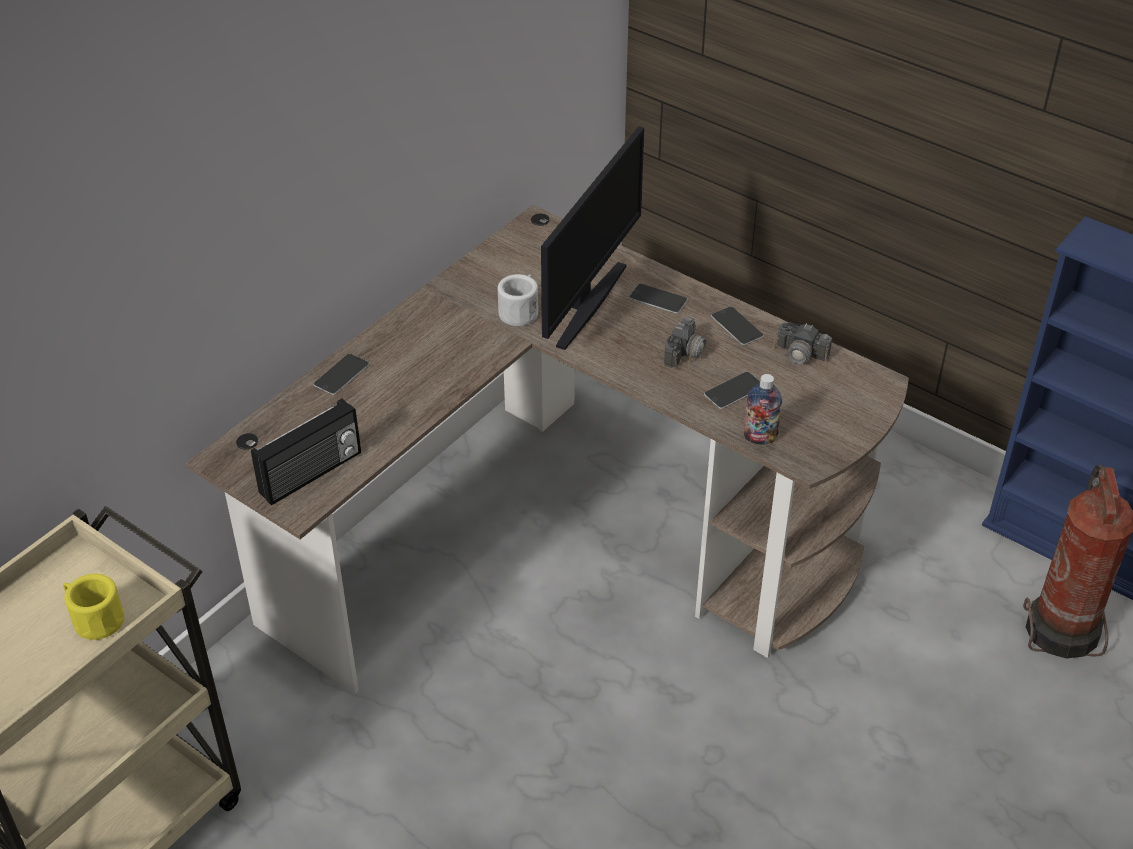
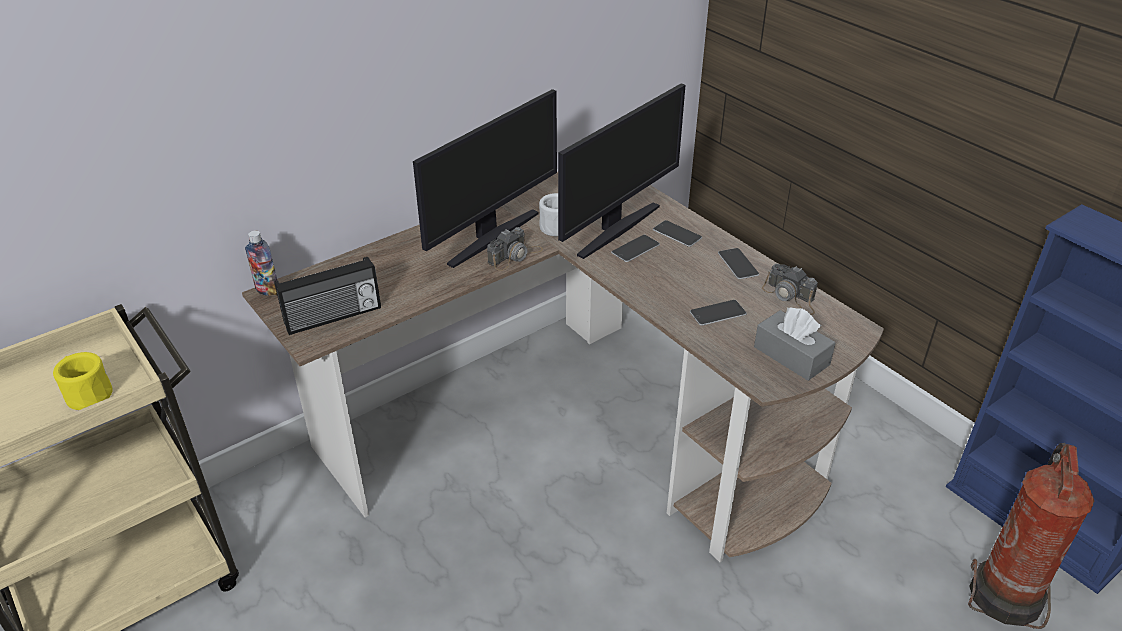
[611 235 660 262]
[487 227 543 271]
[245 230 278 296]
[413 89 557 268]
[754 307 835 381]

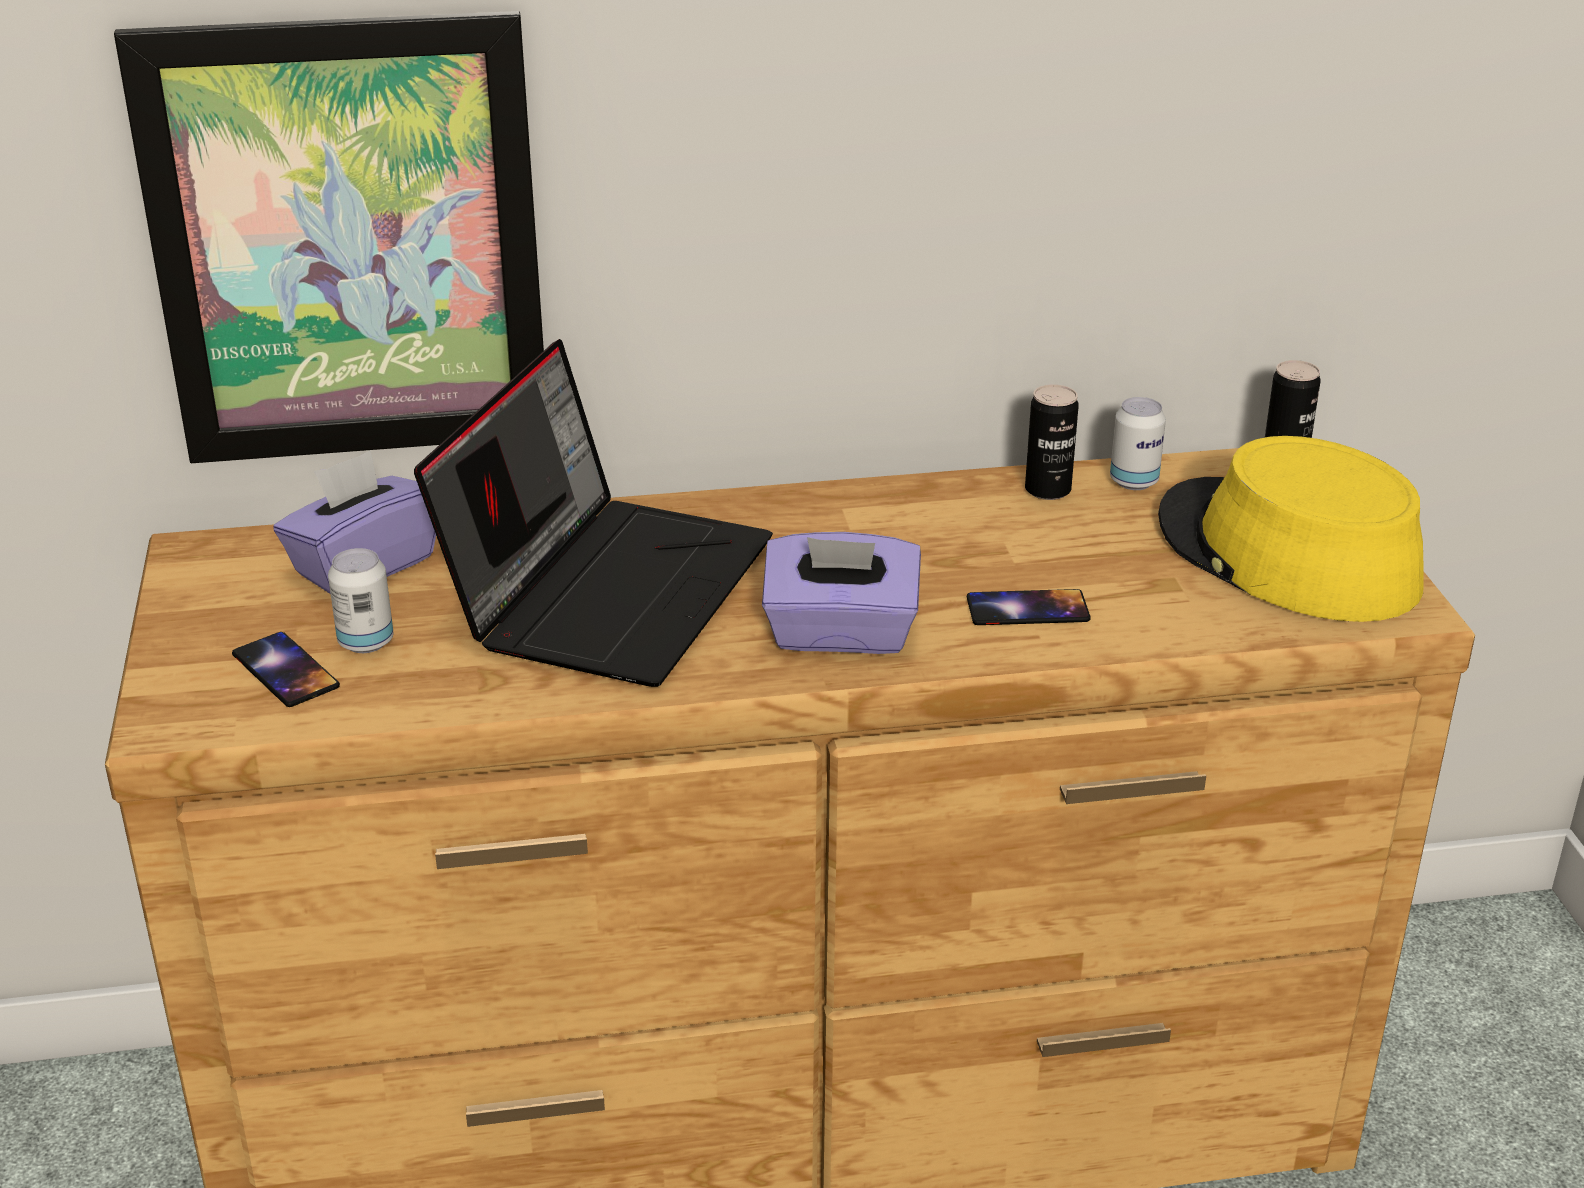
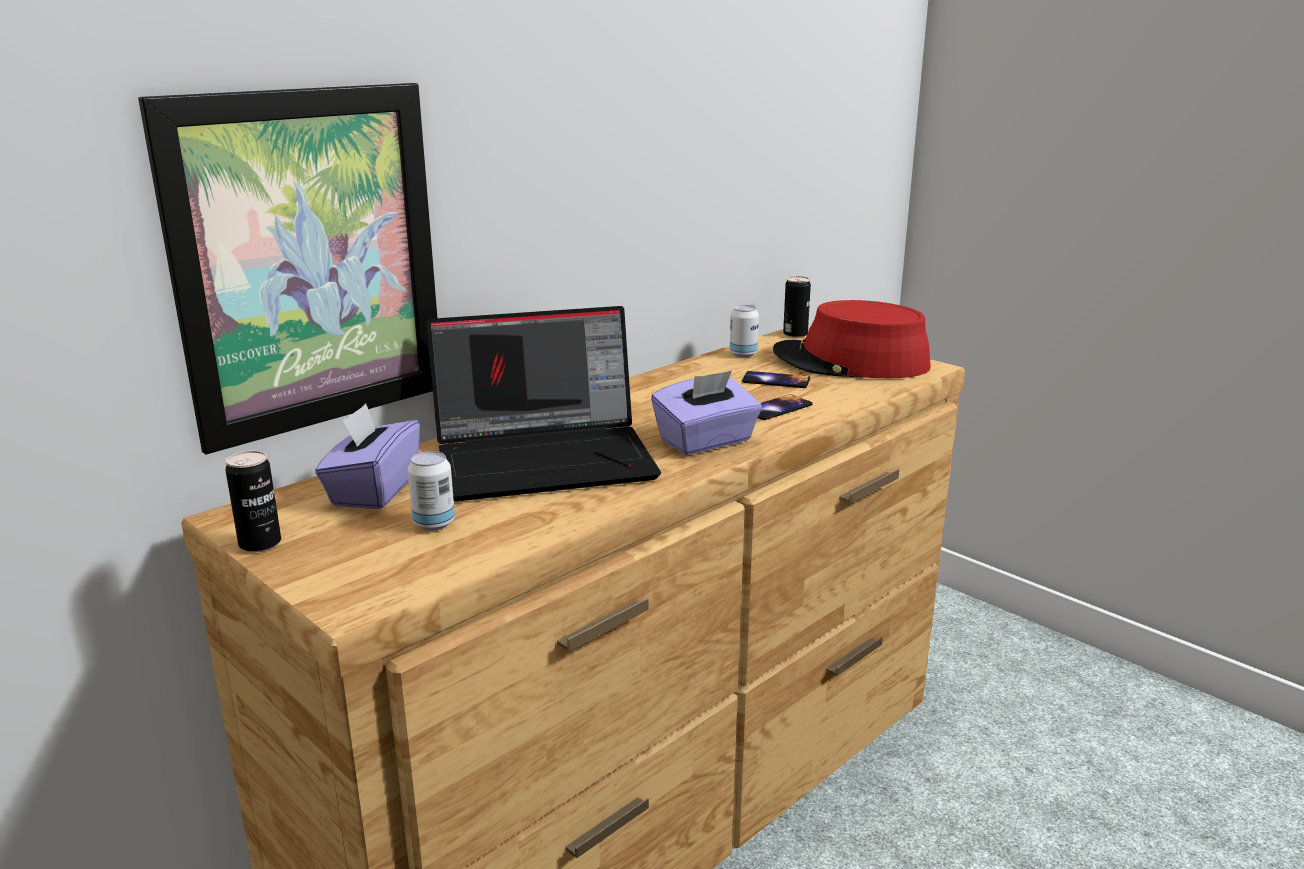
[742 371 810 388]
[426 306 661 501]
[225 451 281 552]
[773 300 931 378]

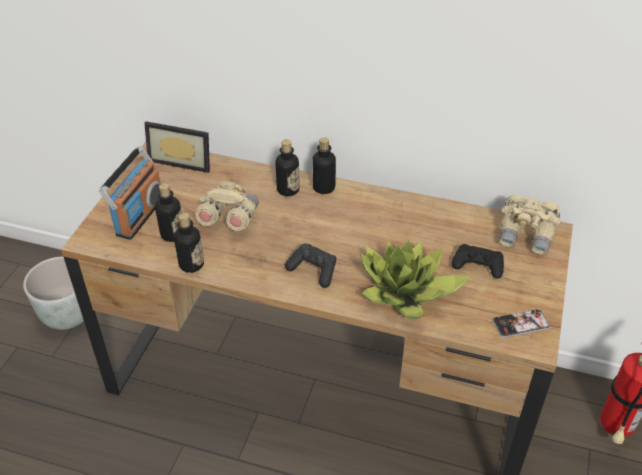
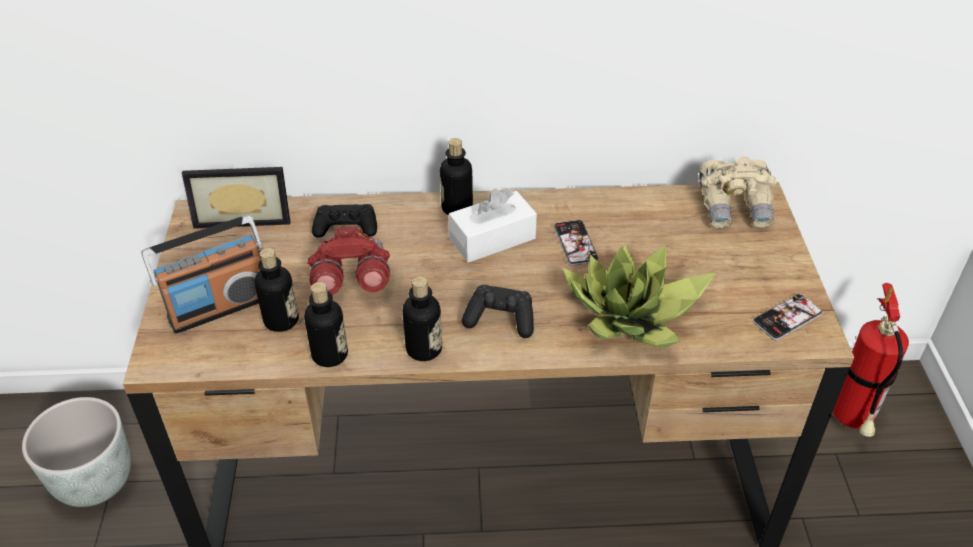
[142 215 263 334]
[308 226 390 295]
[403 276 442 361]
[312 204 377 238]
[449 188 537 263]
[554 220 599 266]

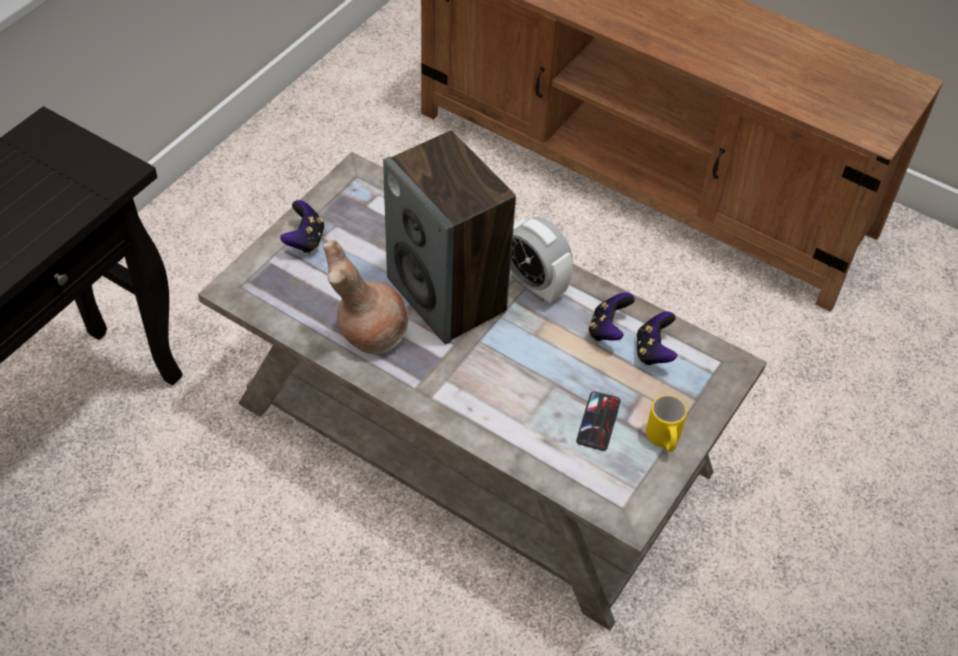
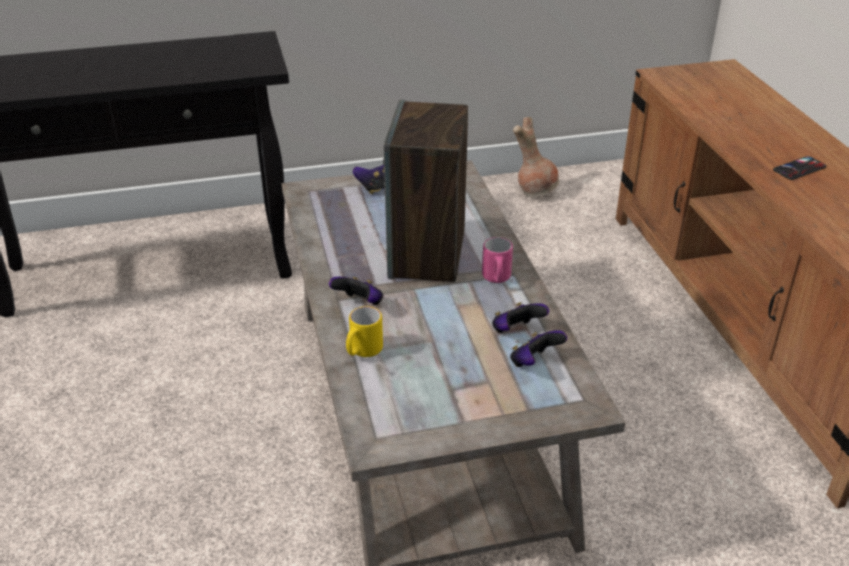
[513 117 559 197]
[482 237 513 283]
[773 156 827 180]
[346 306 383 357]
[329 277 383 305]

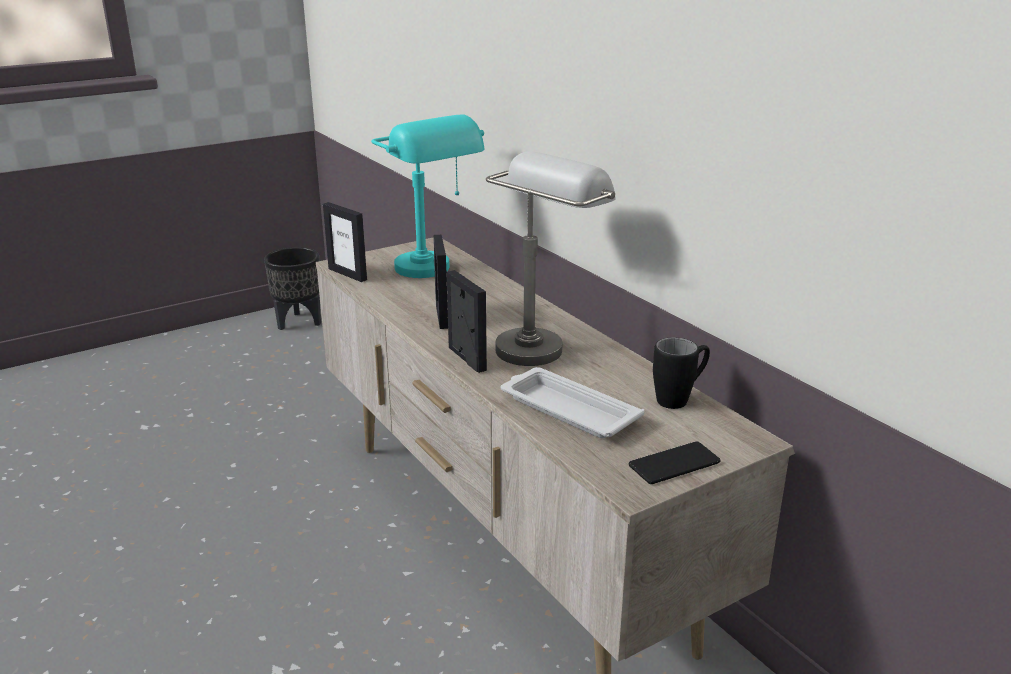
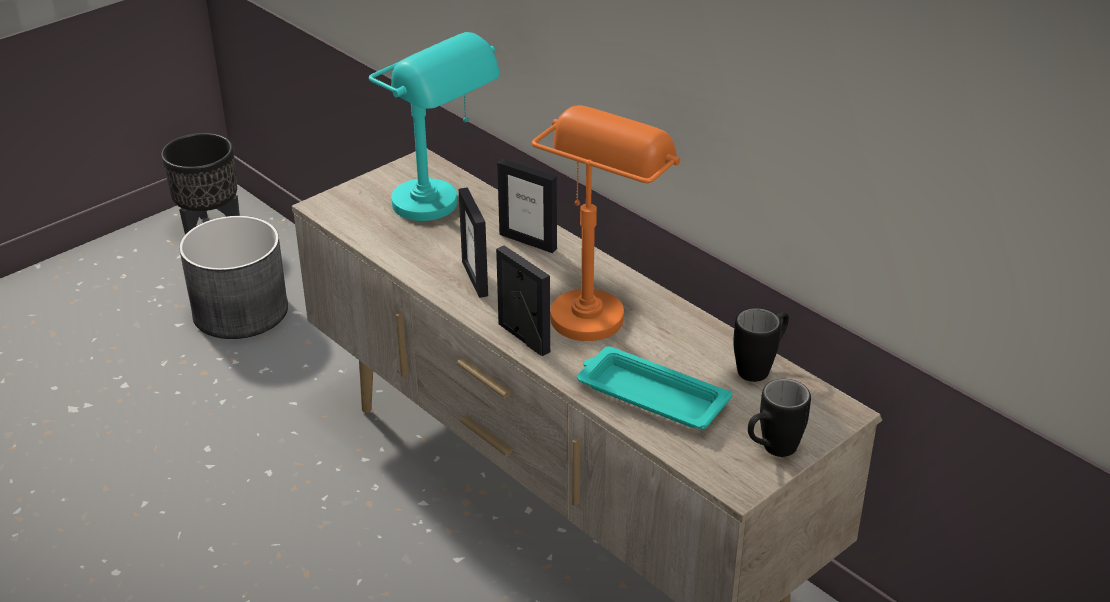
[497 159 557 253]
[532 105 680 341]
[577 347 732 429]
[748 379 811 457]
[179 216 288 339]

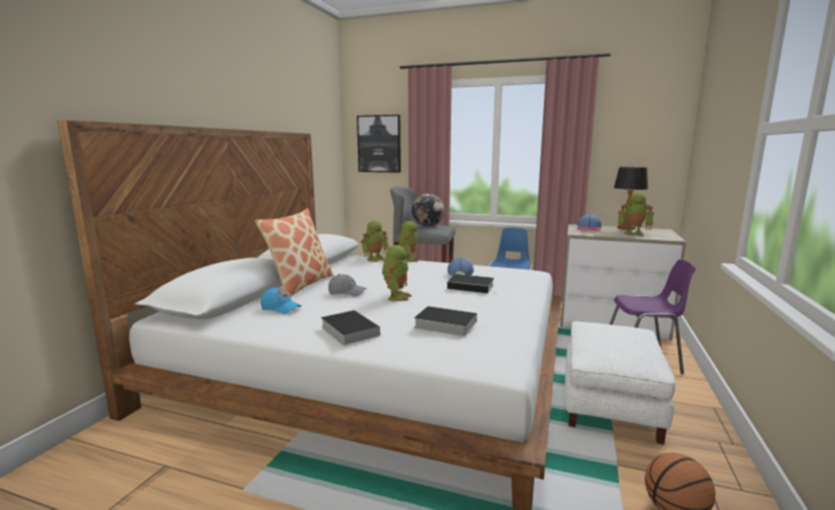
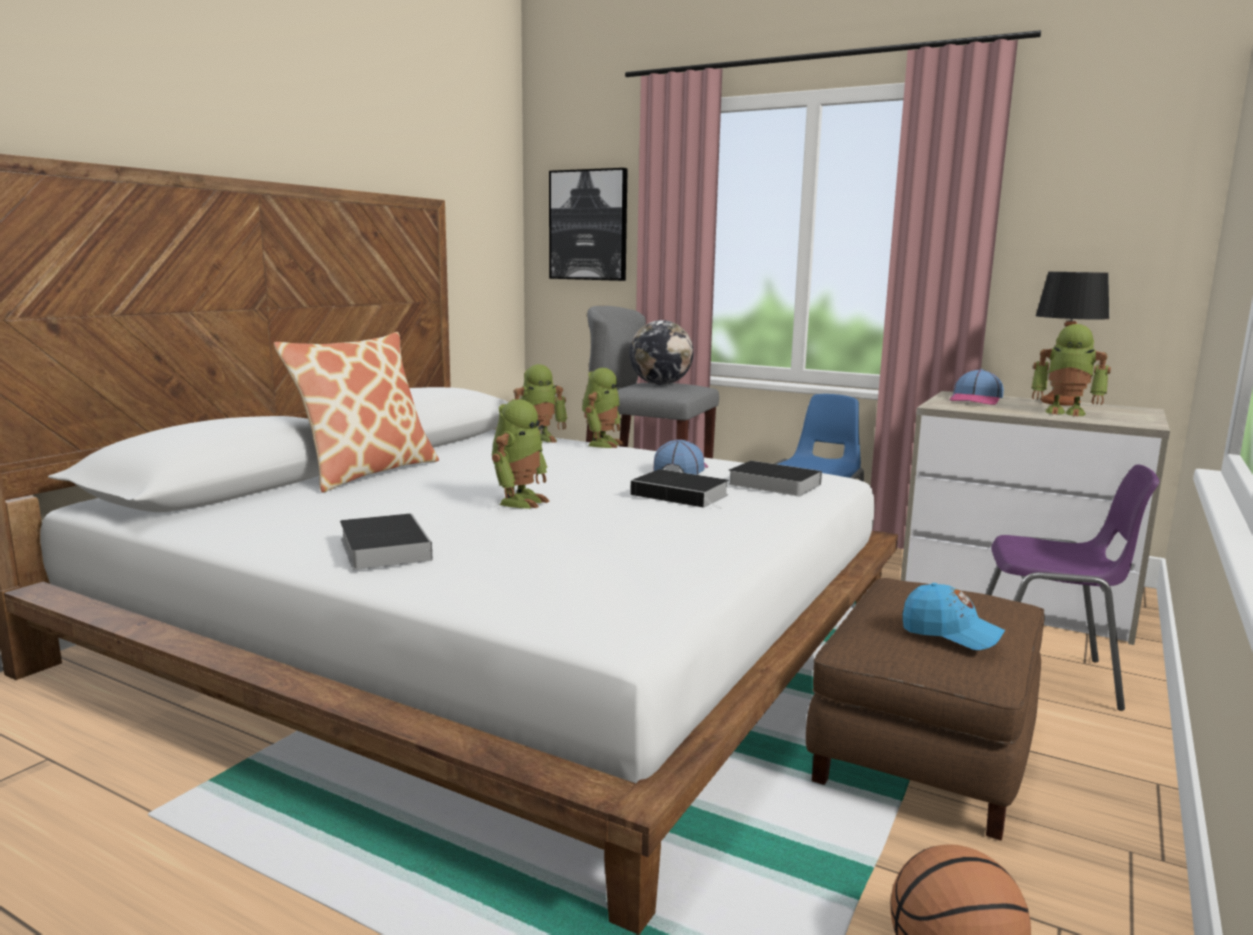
[903 583 1005 650]
[328 274 366 297] (first image)
[728 461 822 496]
[806 578 1045 840]

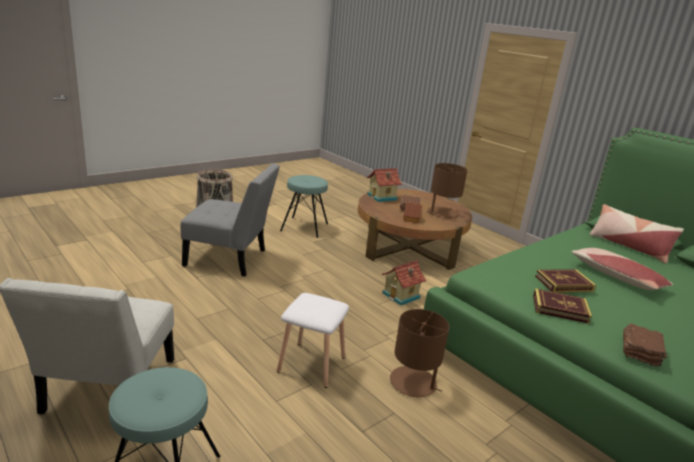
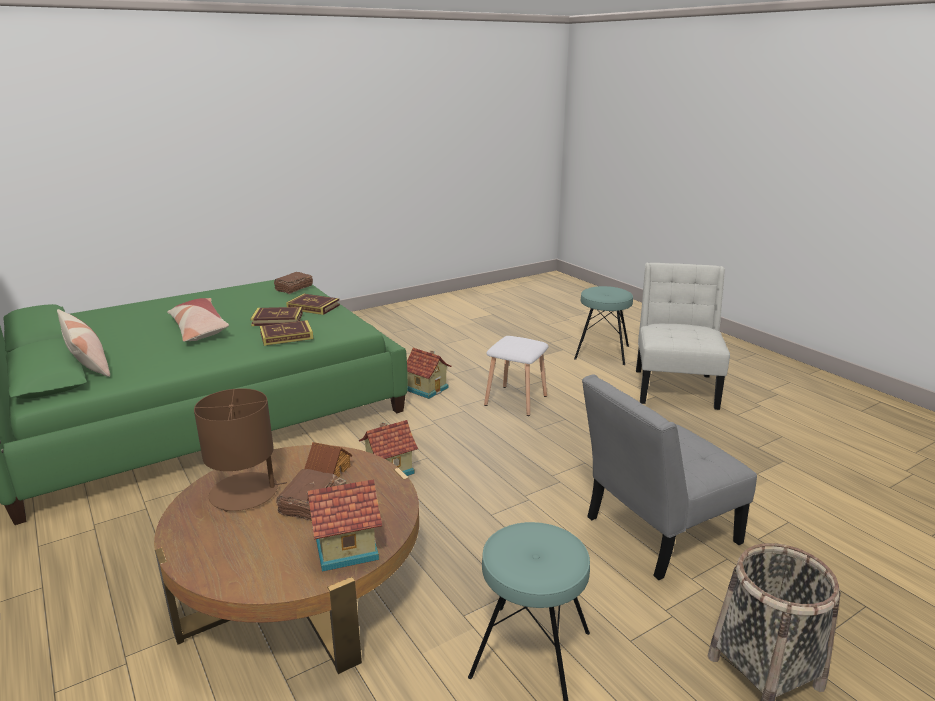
[582 374 757 580]
[407 348 452 399]
[260 320 313 346]

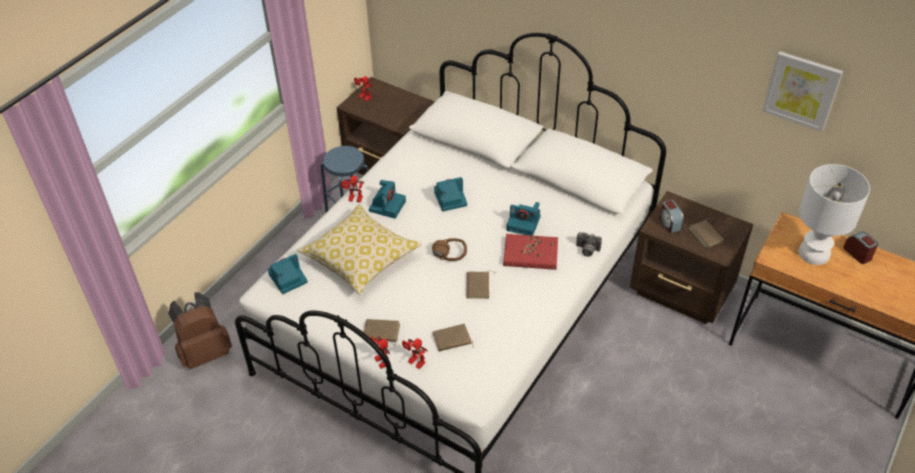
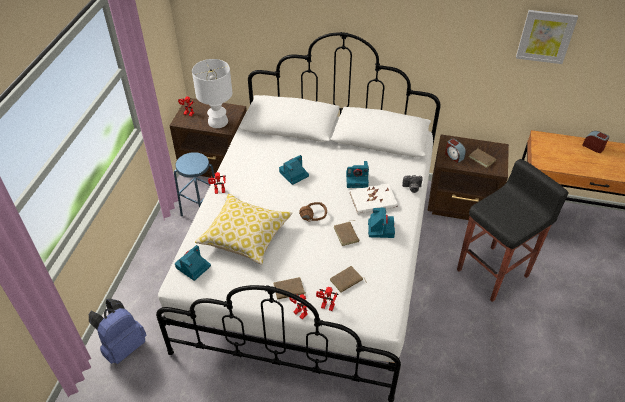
[89 299 146 364]
[368 208 395 238]
[350 184 398 215]
[192 59 232 128]
[457 159 569 302]

